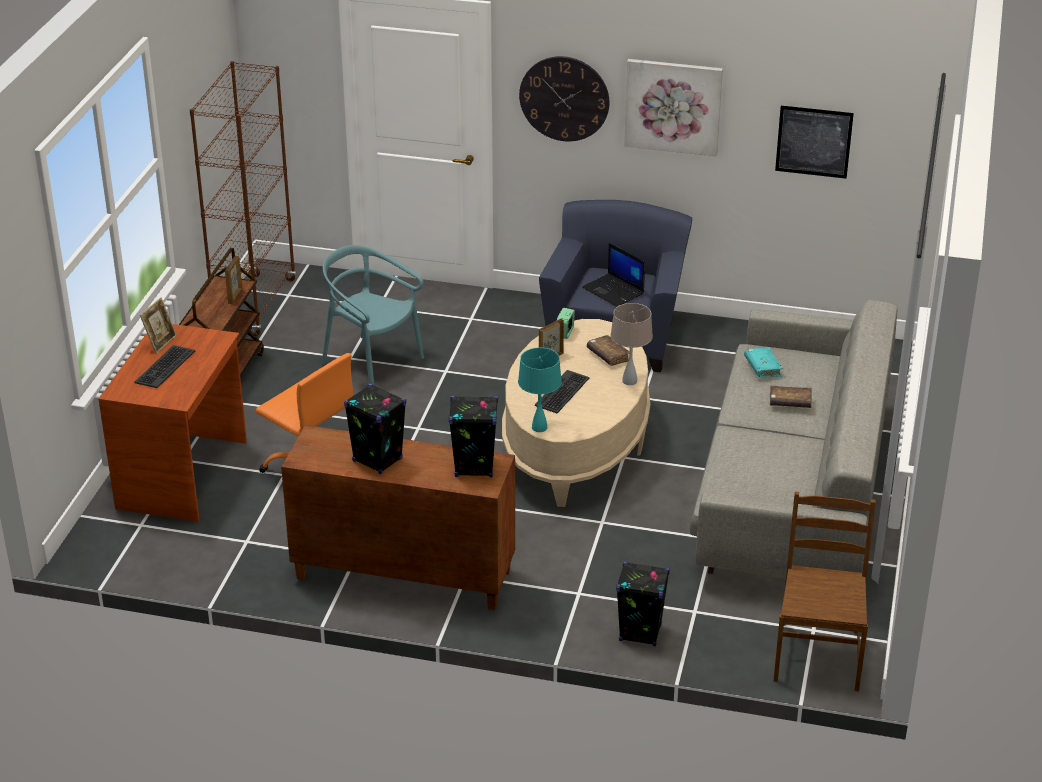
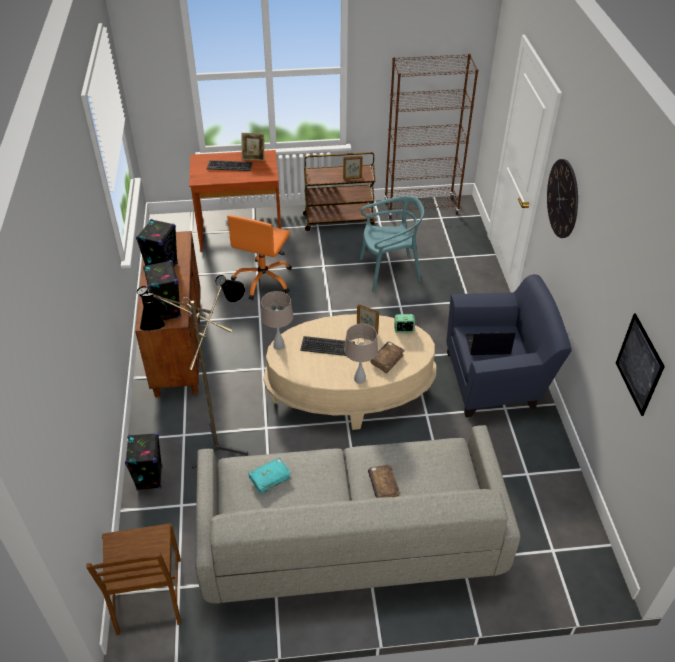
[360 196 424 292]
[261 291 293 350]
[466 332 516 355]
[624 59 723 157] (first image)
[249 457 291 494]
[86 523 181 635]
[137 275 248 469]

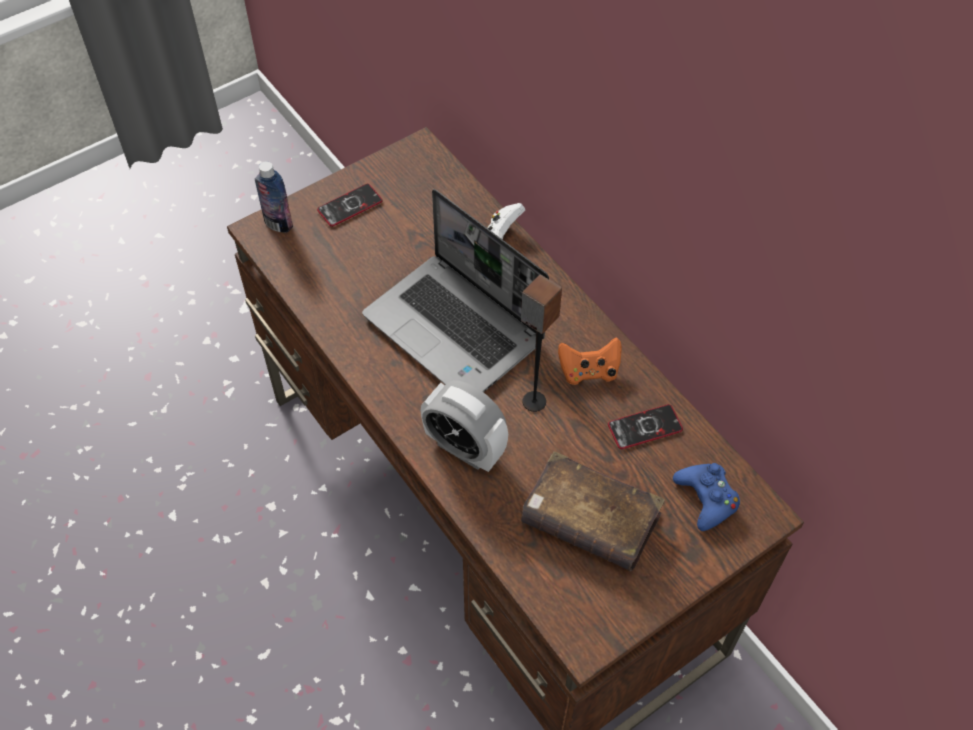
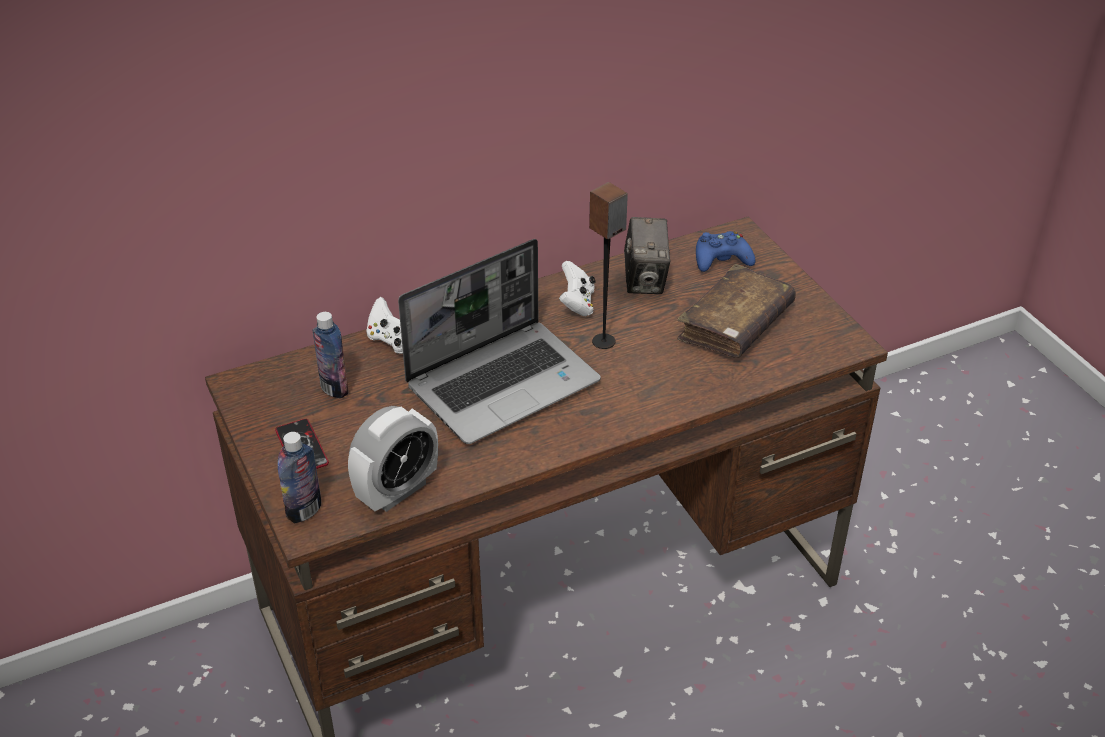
[348 406 438 512]
[559 261 595 316]
[624 217 671 294]
[312 312 349 398]

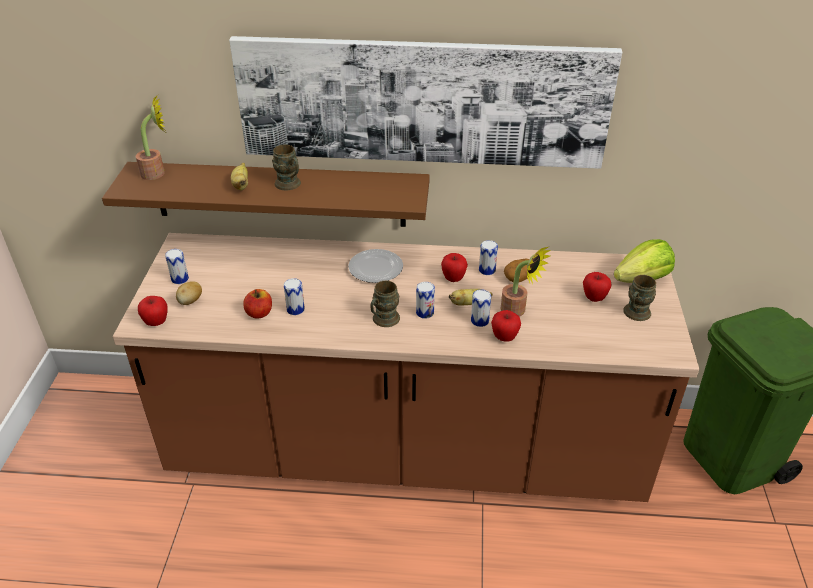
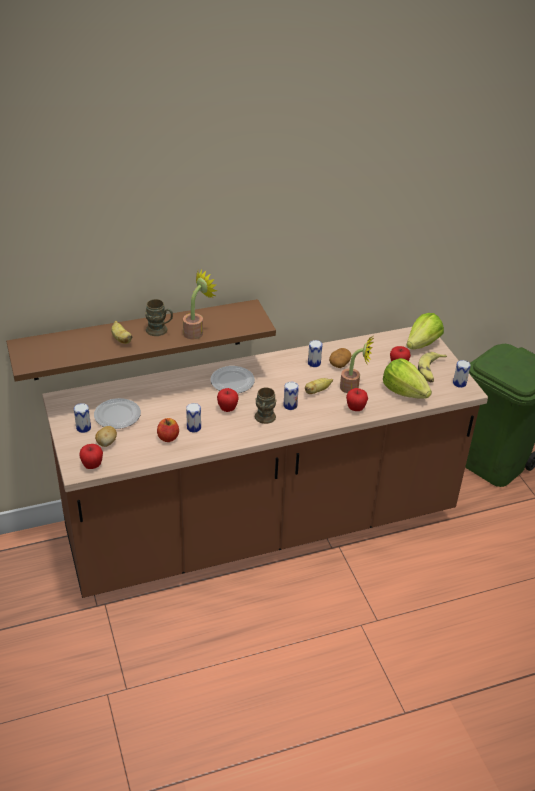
[183 269 217 339]
[229 36 622 169] (first image)
[217 388 239 412]
[453 360 471 388]
[418 352 447 382]
[94 398 141 429]
[383 358 432 399]

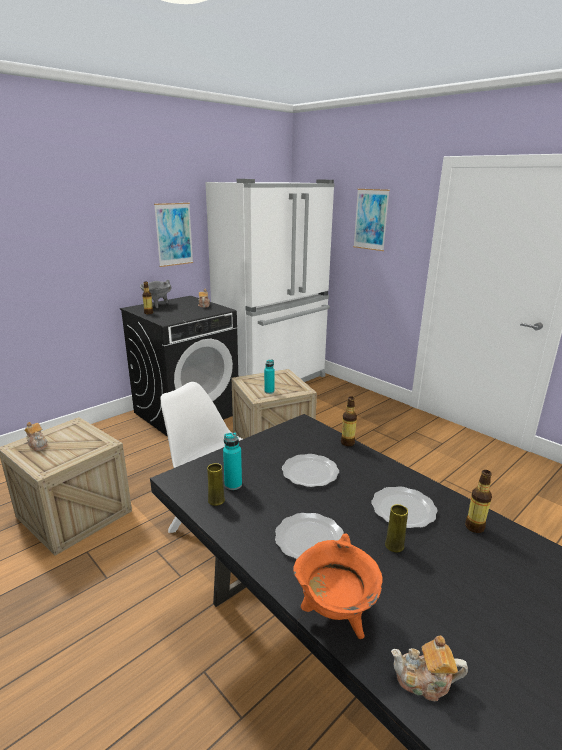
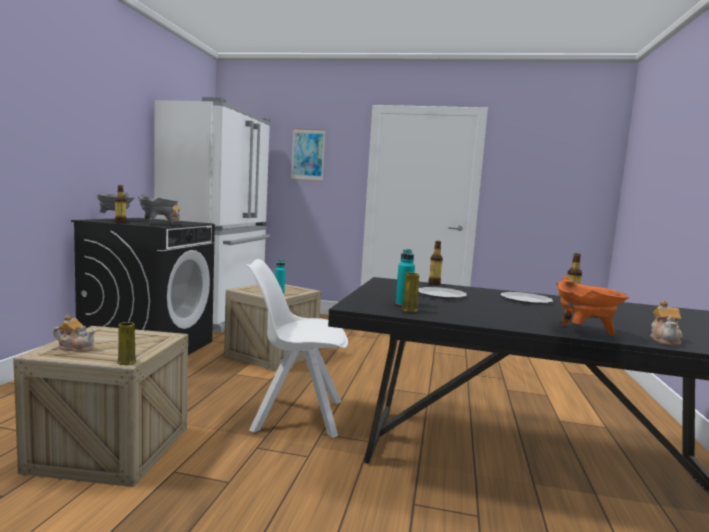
[154 203 193 267] (first image)
[275 513 344 560] (first image)
[117 322 136 365]
[650 300 683 346]
[138 194 178 225]

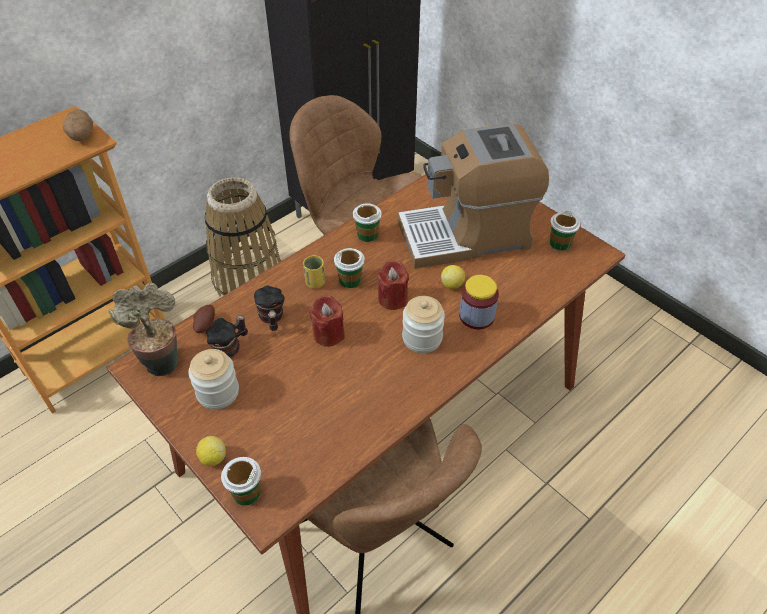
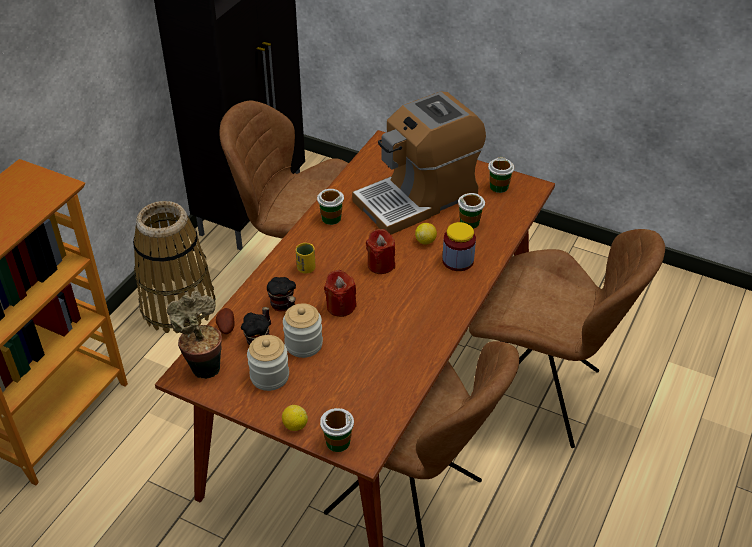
[63 109 93 141] (first image)
[458 193 485 229]
[283 303 323 358]
[469 229 665 448]

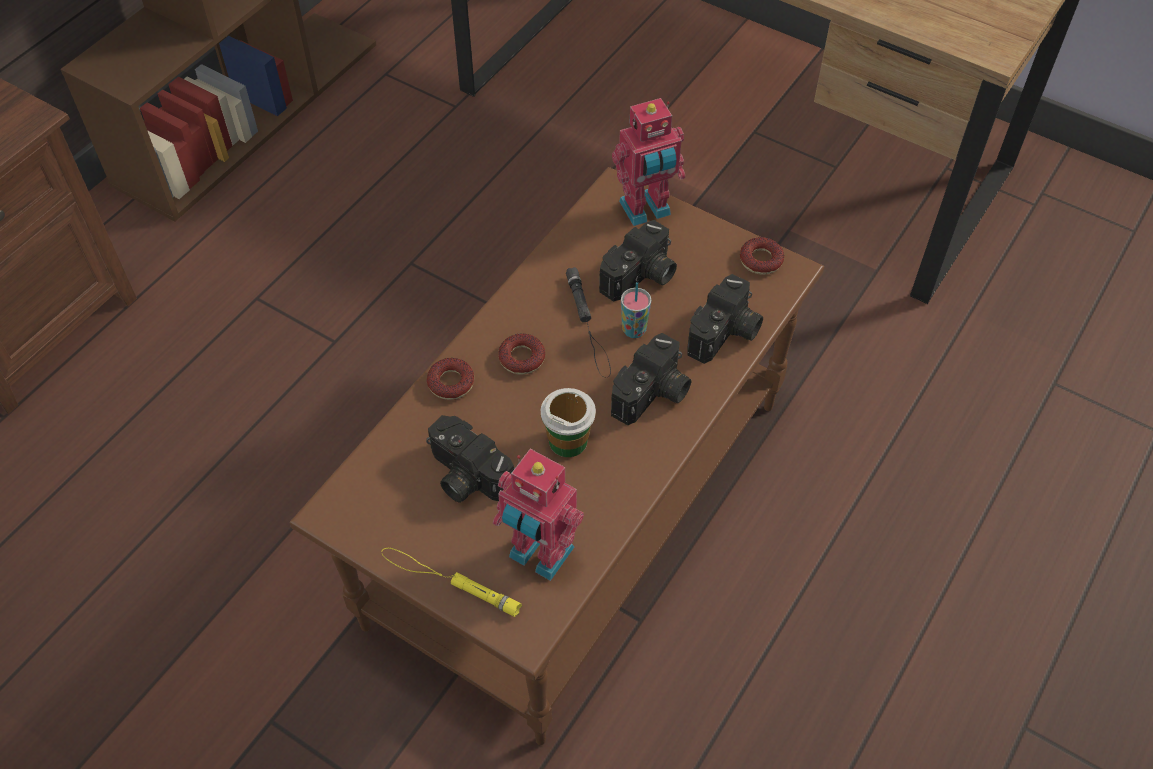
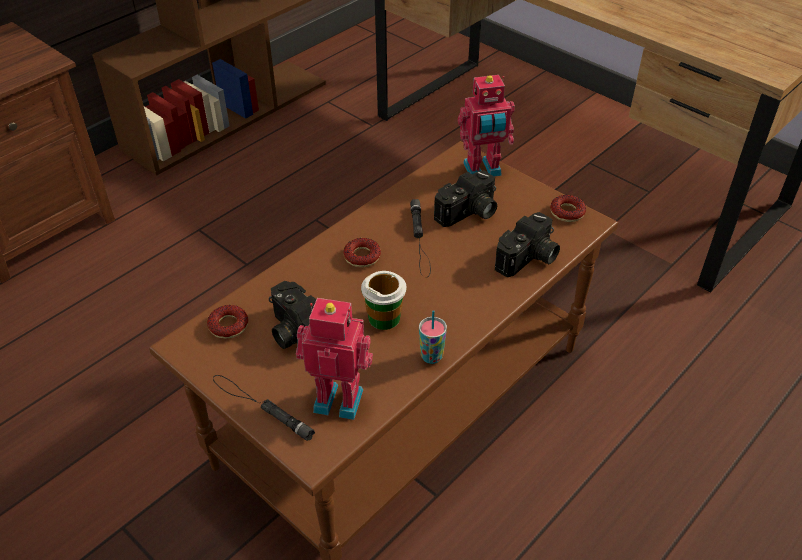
[213 375 315 441]
[207 305 248 339]
[296 298 373 420]
[611 333 691 425] (first image)
[419 310 447 364]

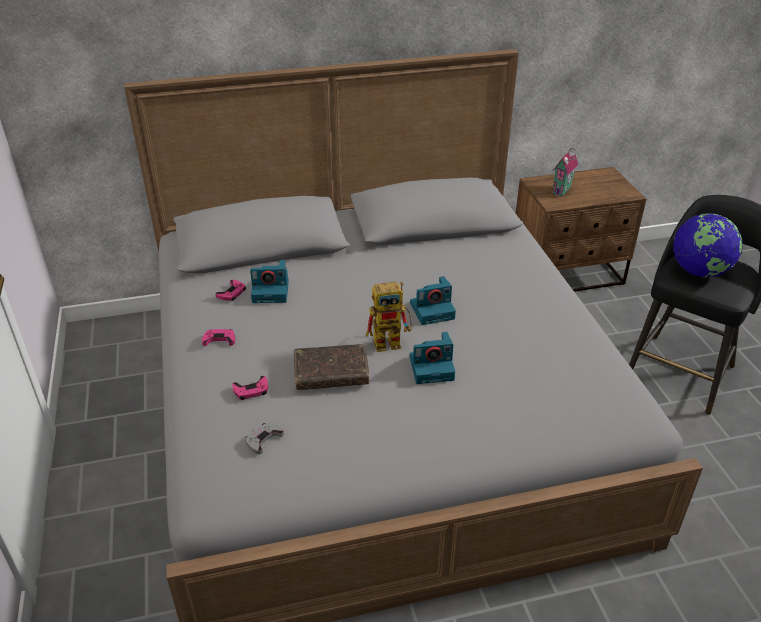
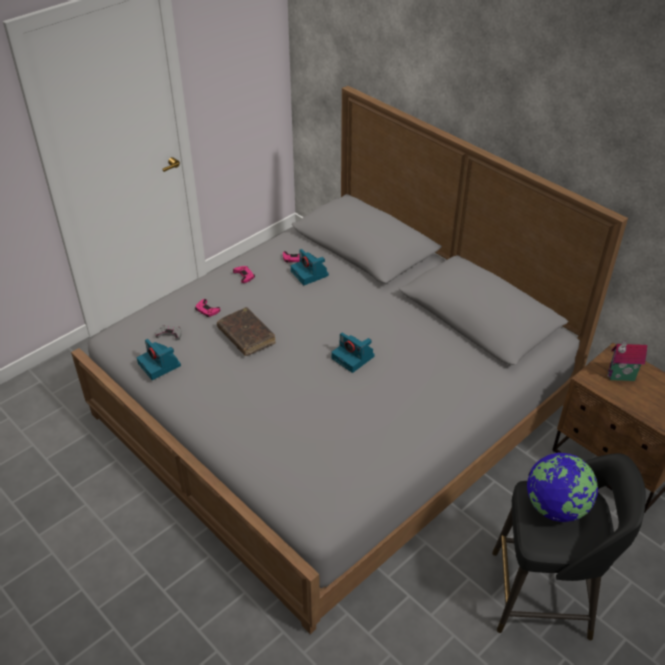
[366 282 412 352] (first image)
[137 339 181 380]

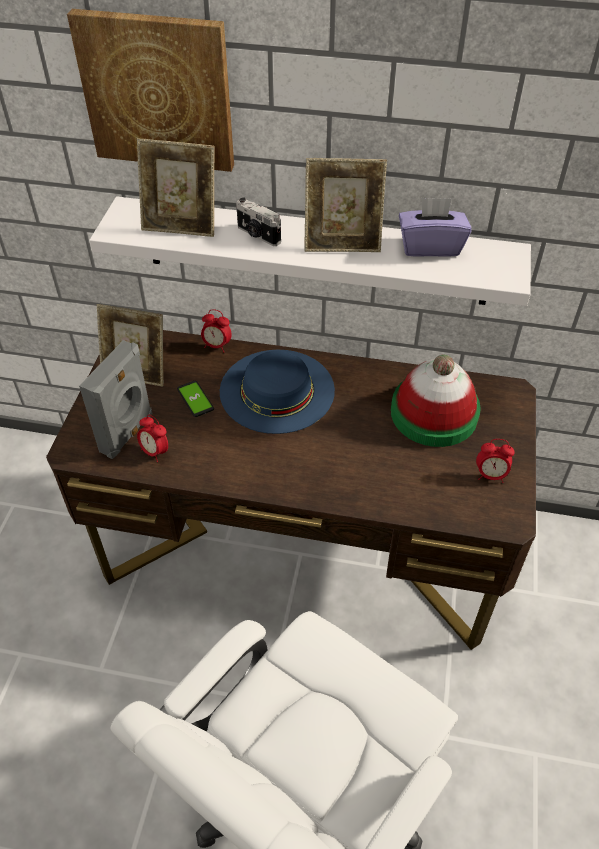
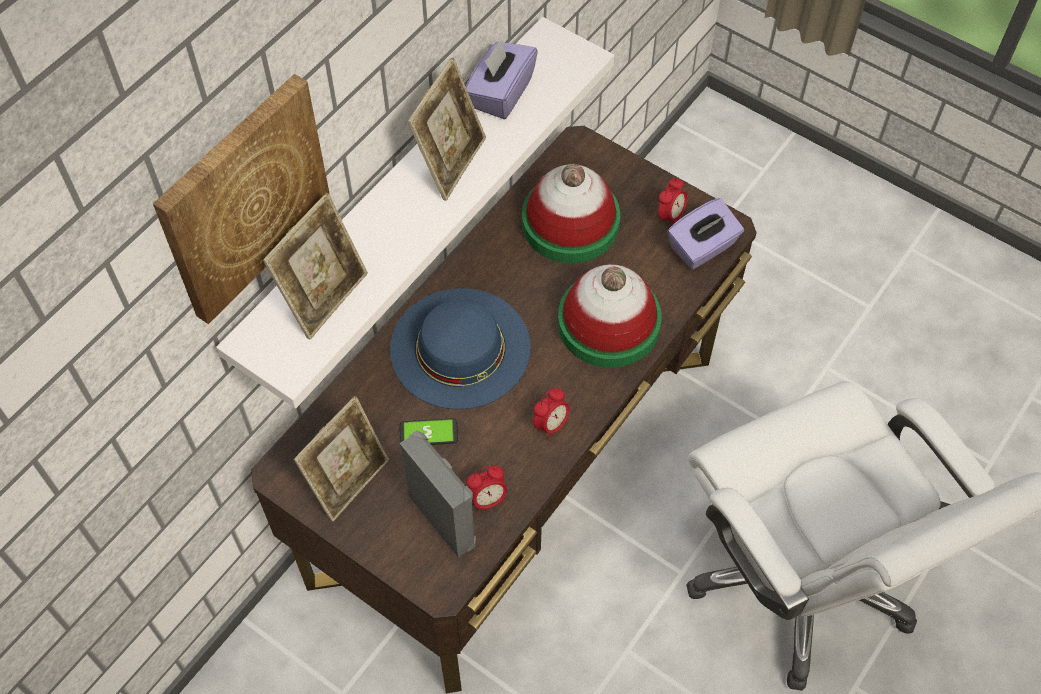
[533 388 570 439]
[236 197 281 246] (first image)
[558 264 661 368]
[667 198 744 269]

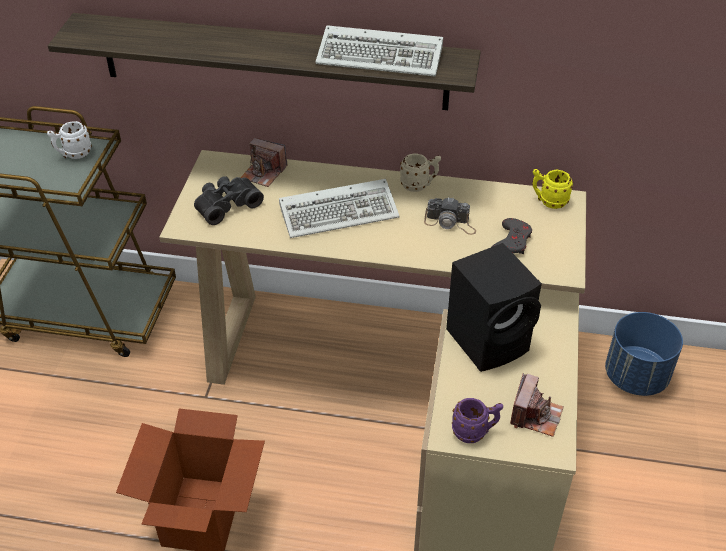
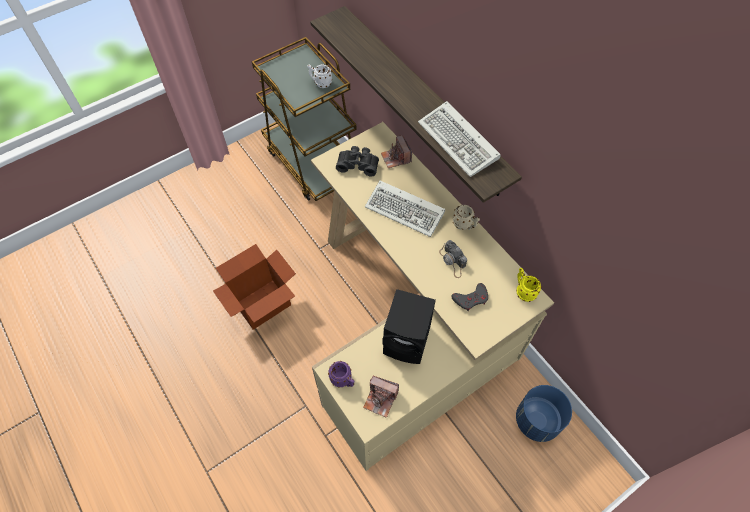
[363 376 399 418]

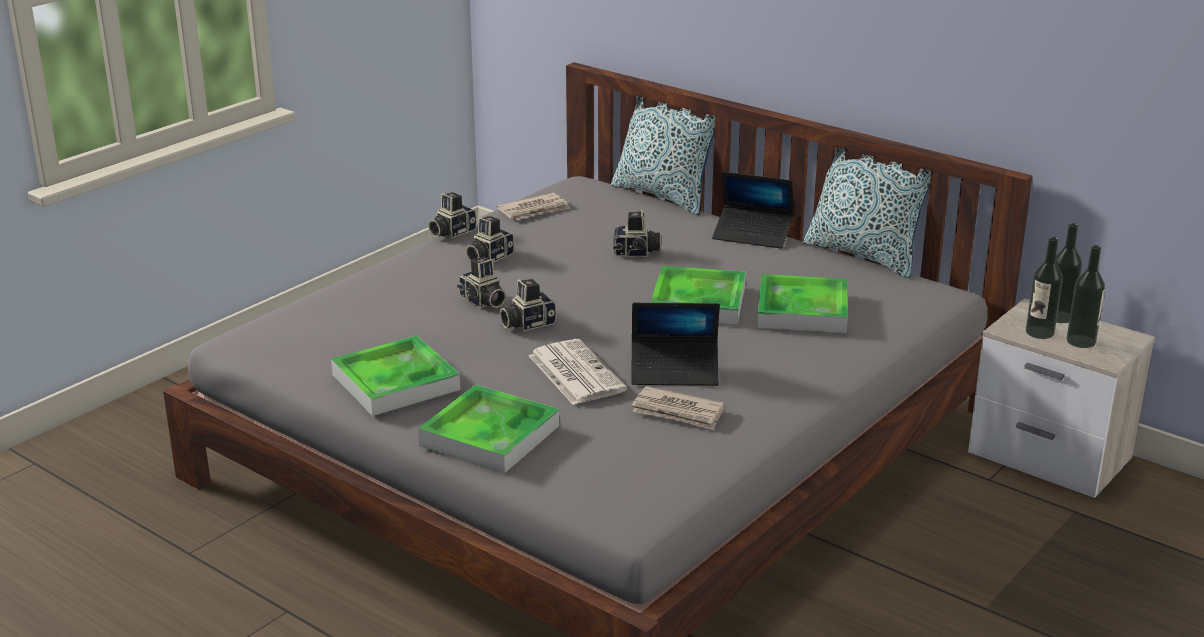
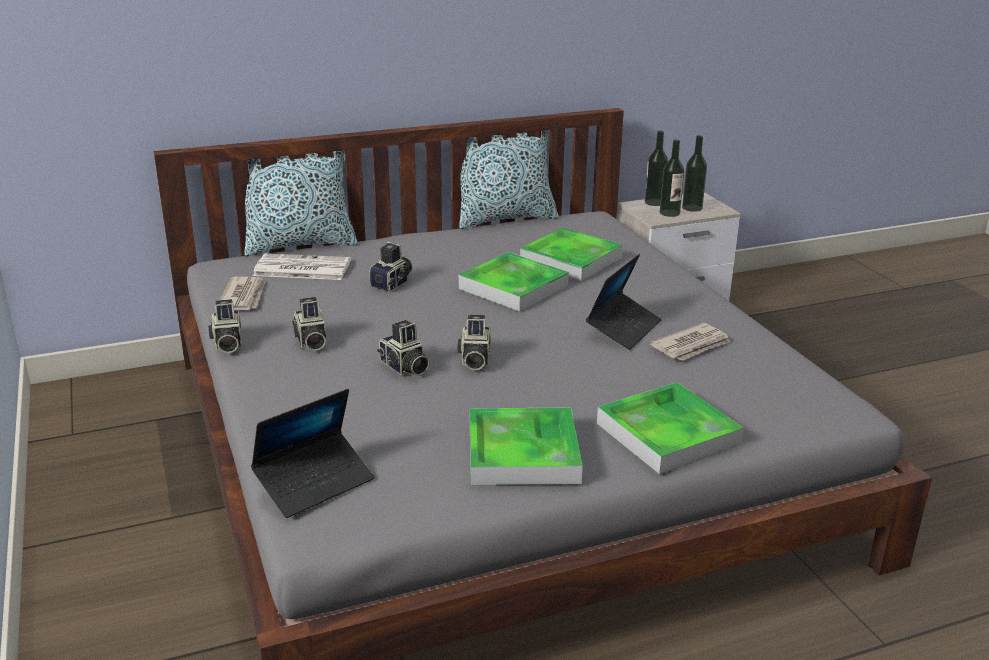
[377 320 430 376]
[253 253 351 280]
[251 389 374 518]

